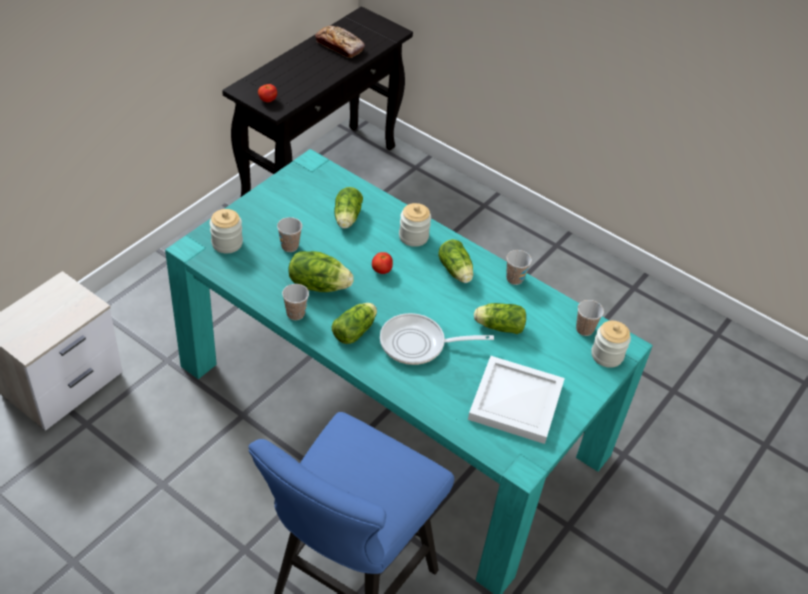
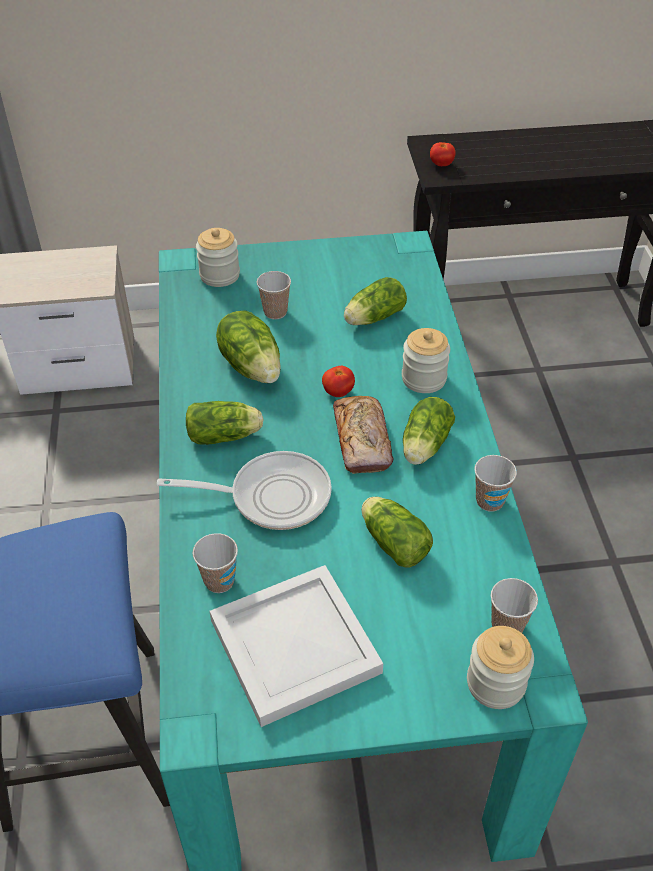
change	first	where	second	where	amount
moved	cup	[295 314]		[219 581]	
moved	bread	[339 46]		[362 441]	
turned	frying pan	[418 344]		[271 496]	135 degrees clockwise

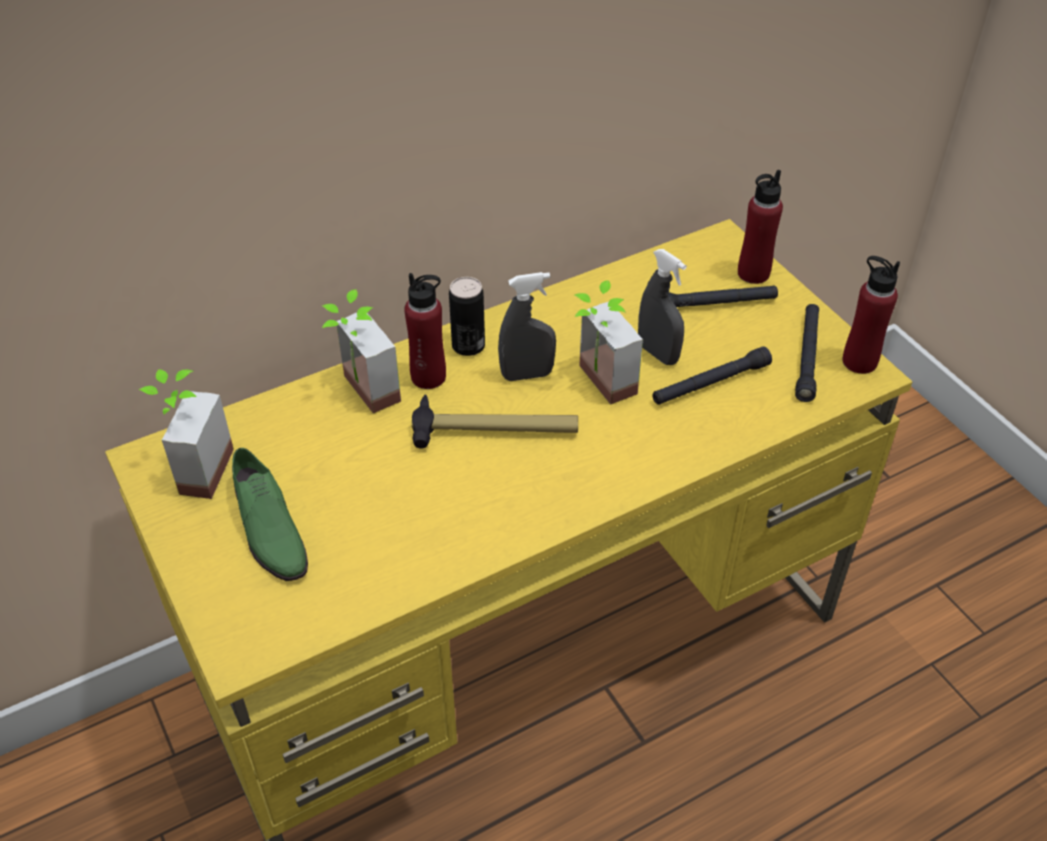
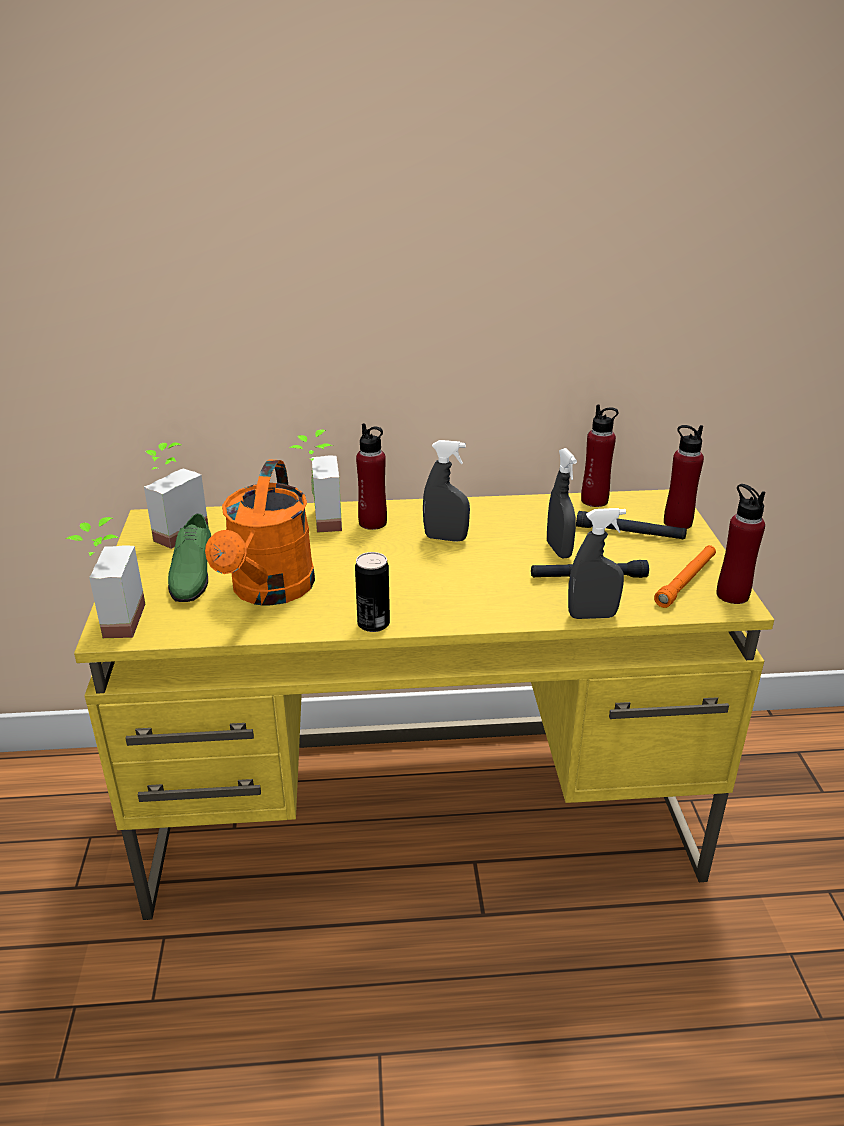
change	first	where	second	where	amount
removed	hammer	[495 430]			
moved	can	[468 346]		[373 624]	
moved	potted plant	[596 384]		[111 621]	
recoloured	black flashlight	[807 357]	orange flashlight	[686 581]	
added			orange watering can	[269 591]	
added			grey spray bottle	[592 616]	
added			red bottle	[594 500]	

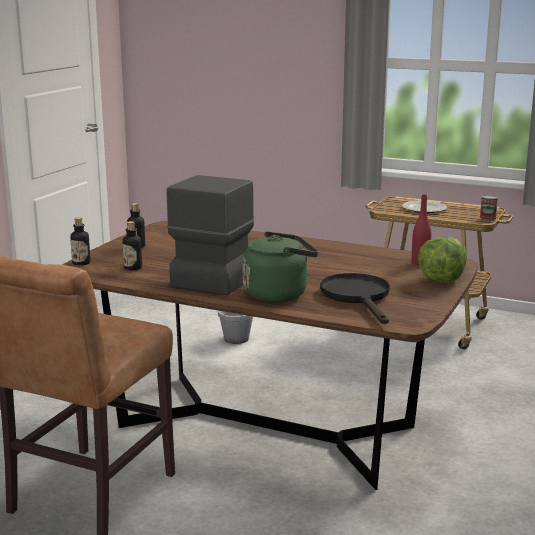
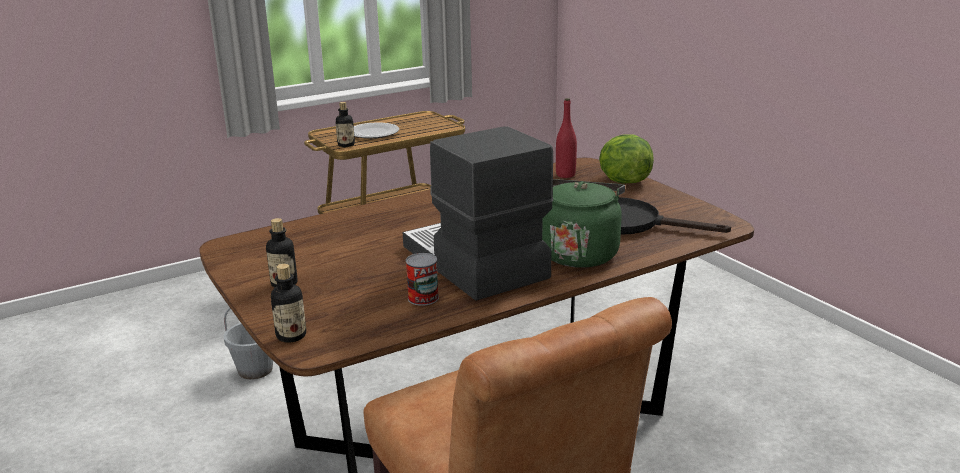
change	first	where	second	where	amount
moved	bottle	[133 268]		[346 145]	
moved	can	[488 218]		[423 298]	

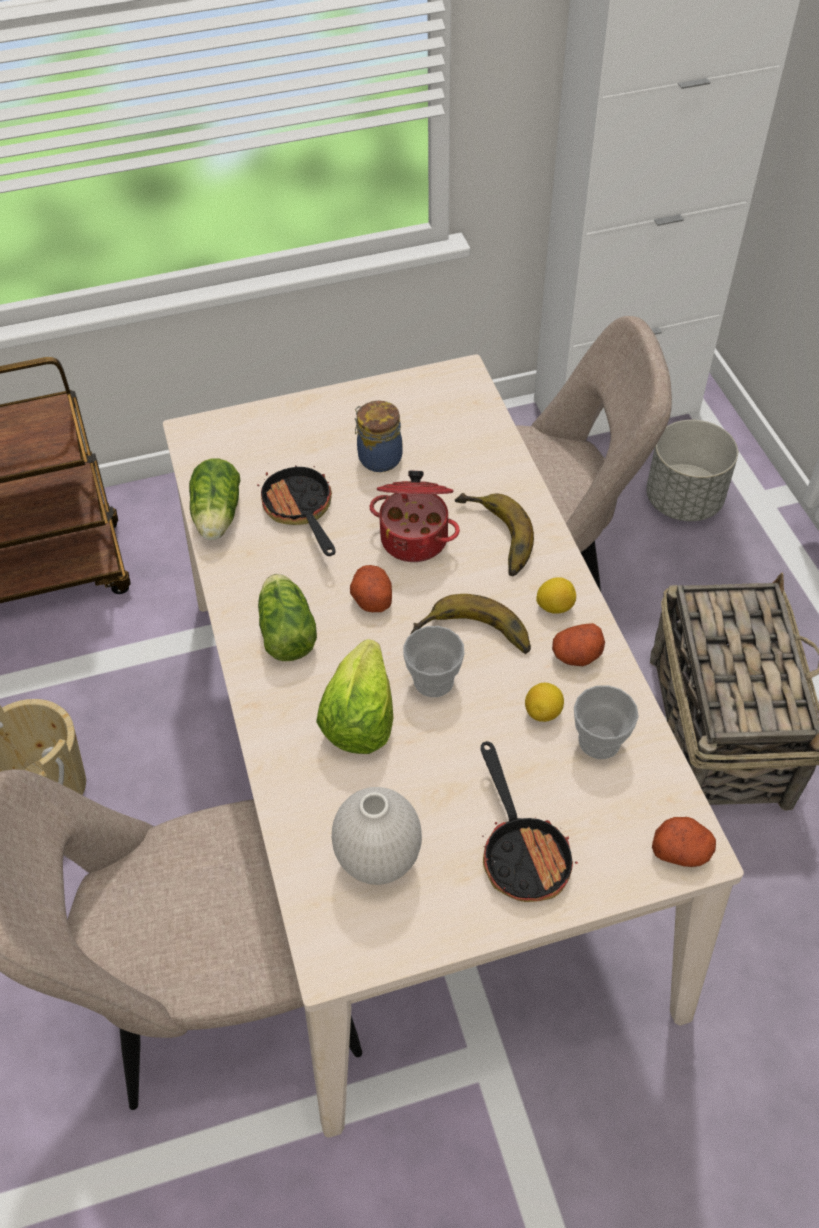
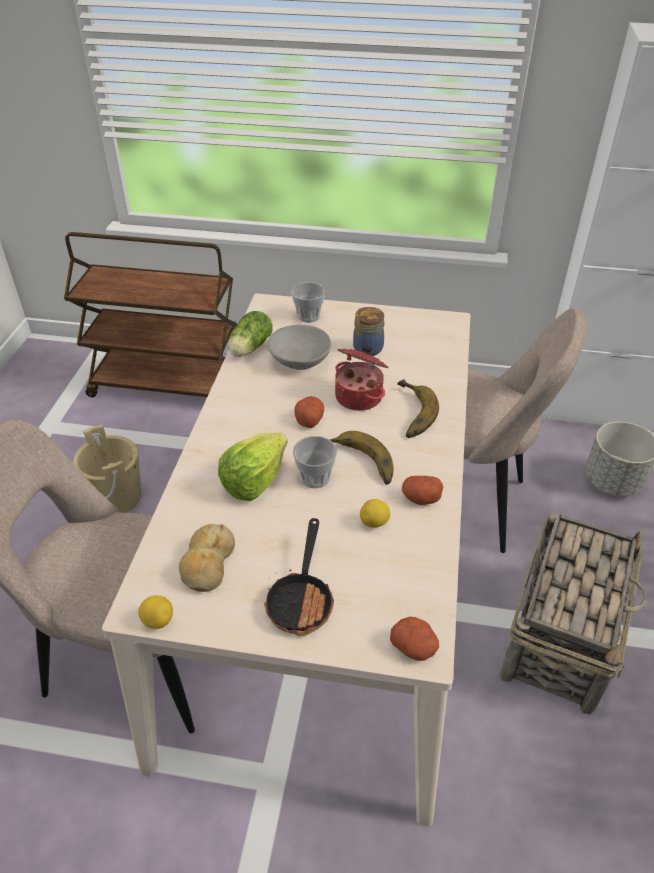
change	first	where	second	where	amount
replaced	frying pan	[301 511]	grey bowl	[299 361]	
removed	lettuce	[286 629]			
replaced	white vase	[379 859]	bread	[208 565]	
moved	lemon	[555 606]		[158 620]	
moved	cup	[599 741]		[308 316]	

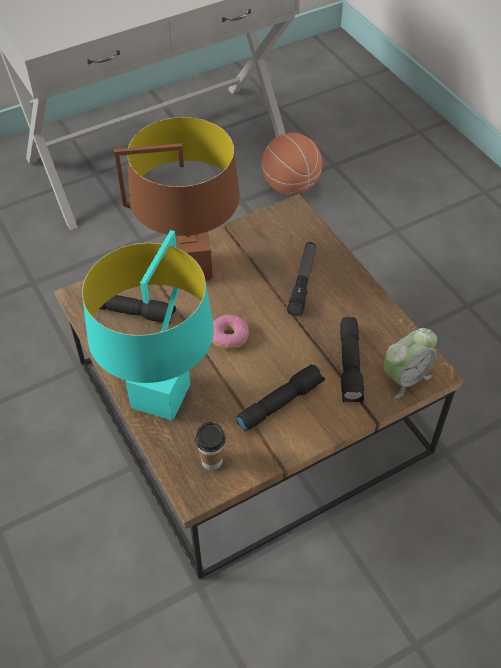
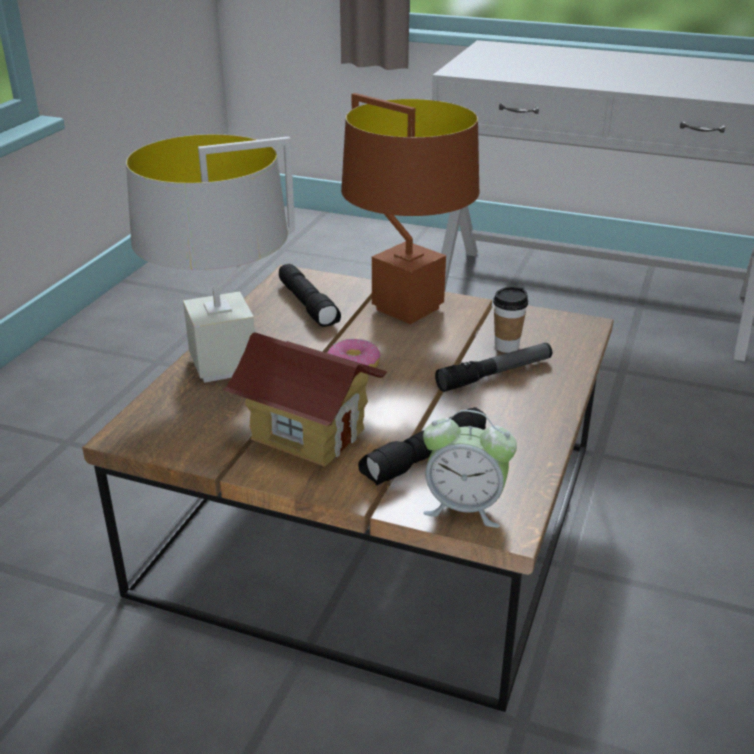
change	first	where	second	where	amount
recoloured	turquoise table lamp	[162 398]	grey table lamp	[224 365]	
moved	cup	[212 461]		[506 347]	
replaced	black flashlight	[280 402]	toy house	[308 434]	
removed	basketball	[290 186]			

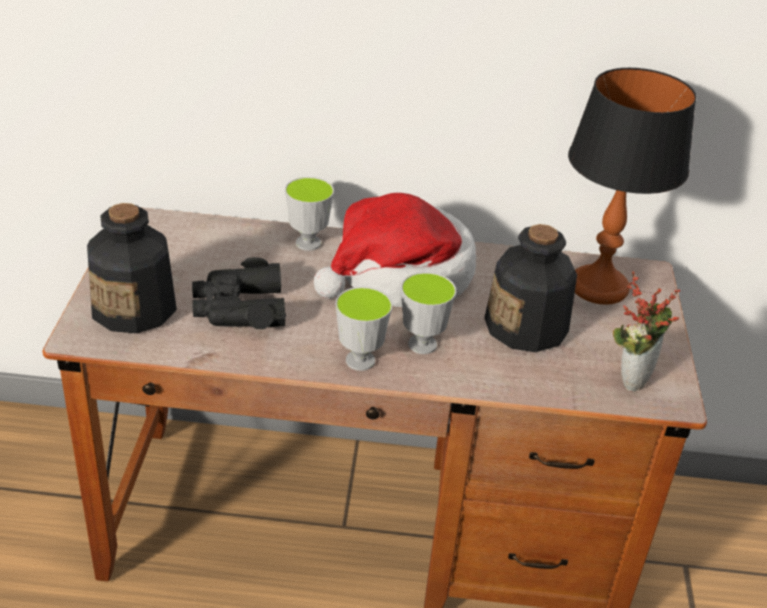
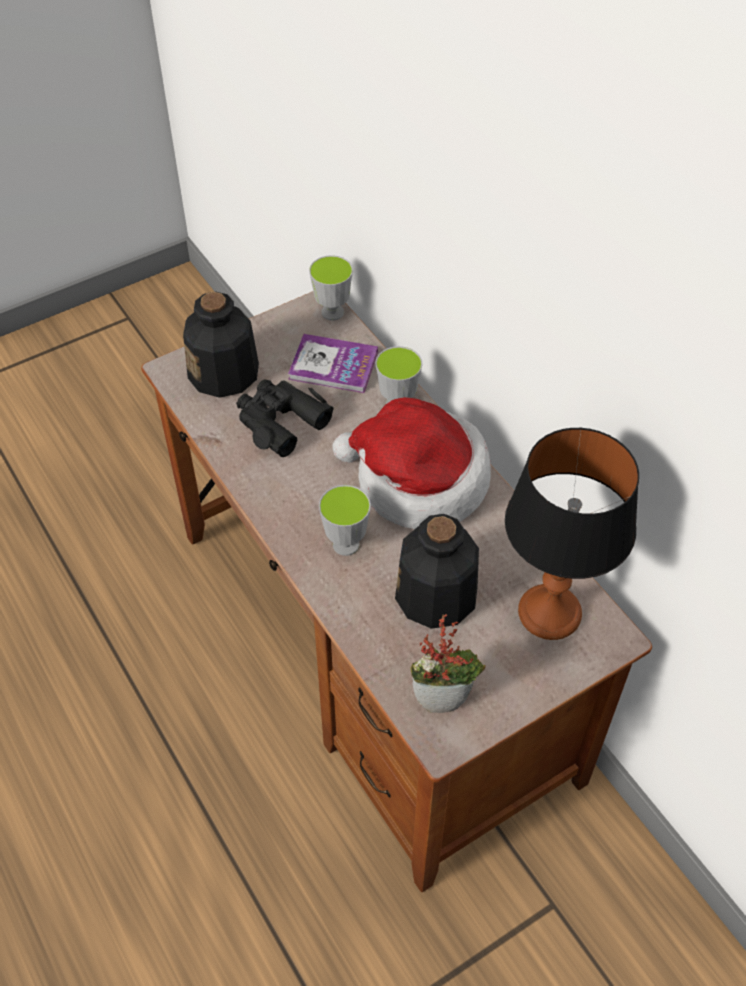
change	first	where	second	where	amount
moved	cup	[360 361]		[332 312]	
added			book	[333 365]	

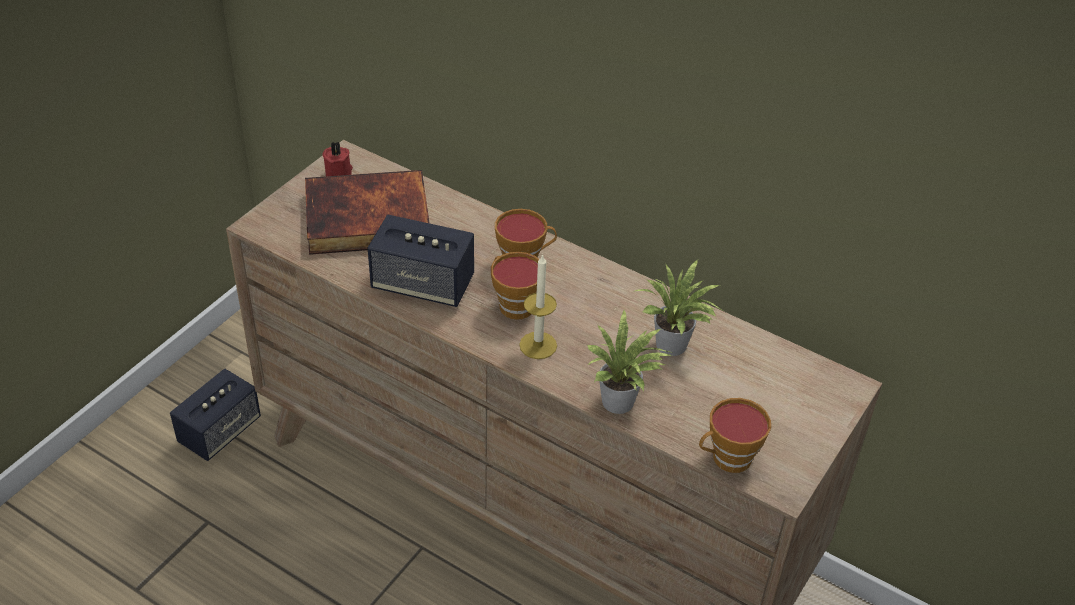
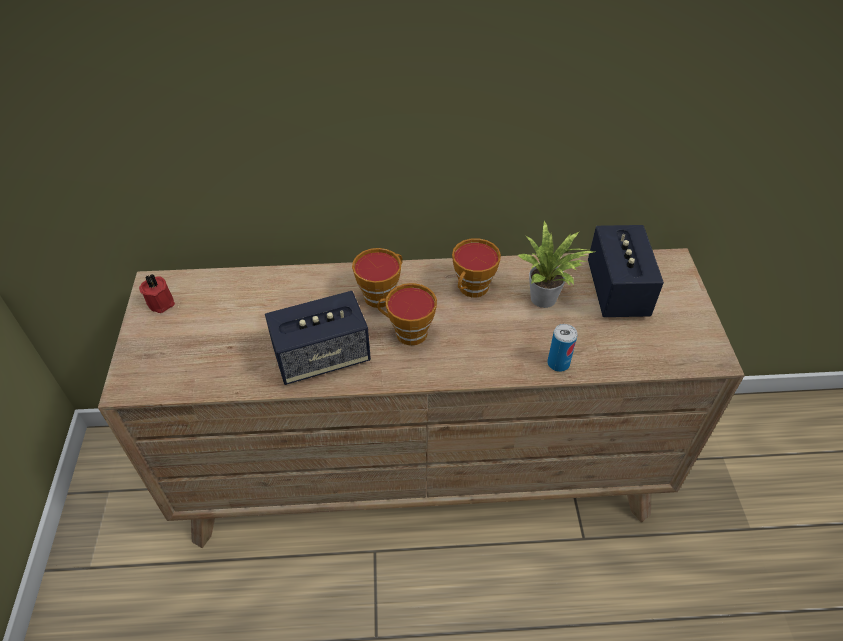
change	first	where	second	where	amount
moved	speaker	[220 431]		[617 291]	
removed	book	[366 220]			
removed	candle	[538 345]			
replaced	potted plant	[621 404]	can	[558 363]	
moved	cup	[727 459]		[472 289]	

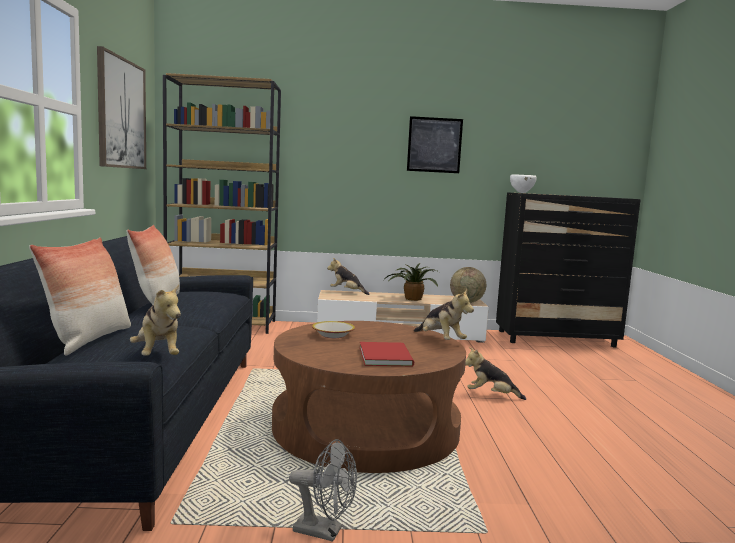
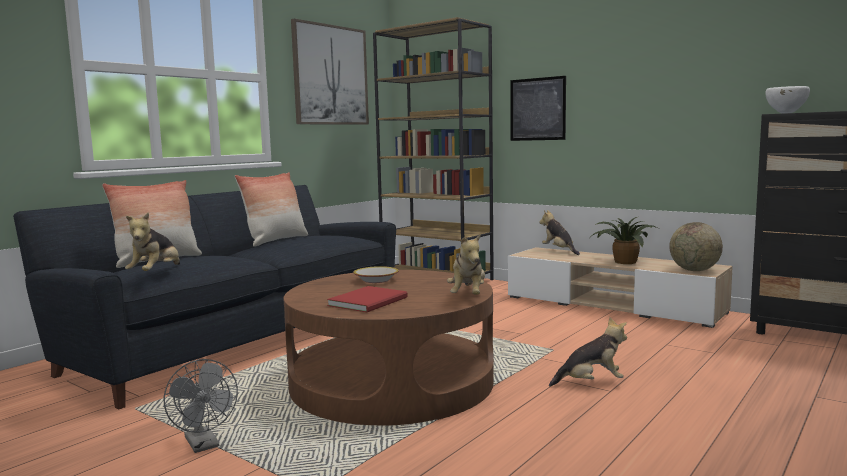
change	first	where	second	where	amount
moved	picture	[434 145]		[537 109]	
turned	plush toy	[491 395]		[591 383]	120 degrees clockwise

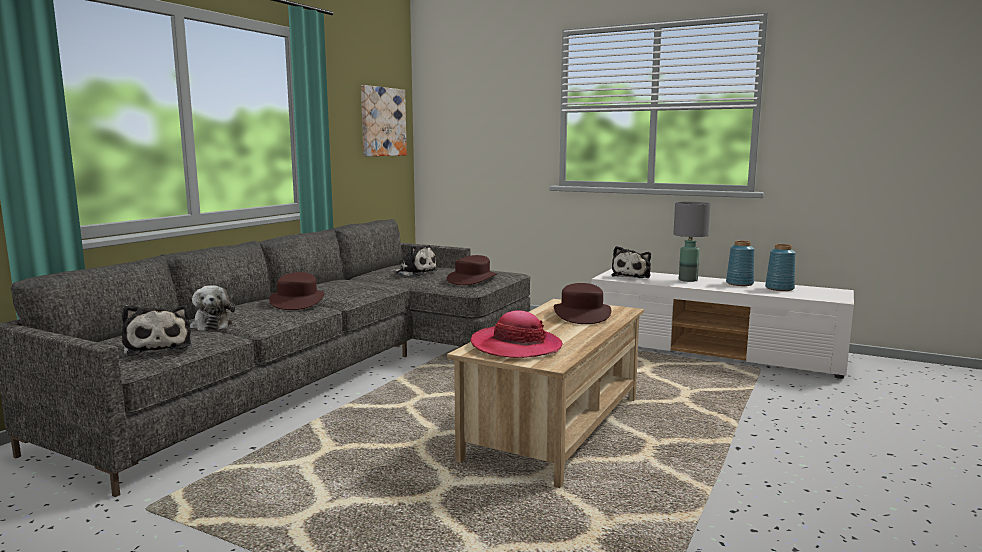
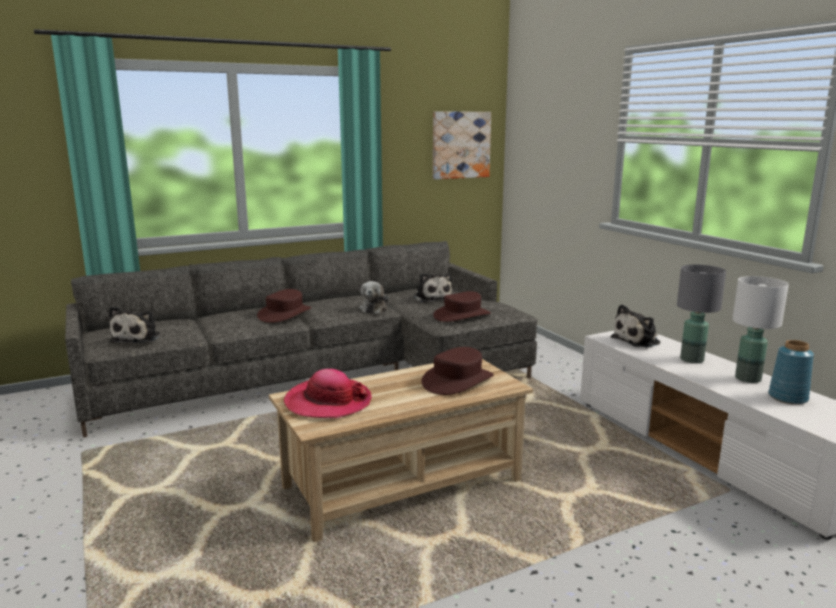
change	first	where	second	where	amount
moved	plush toy	[211 324]		[374 309]	
replaced	blue vase	[740 284]	white table lamp	[748 379]	

